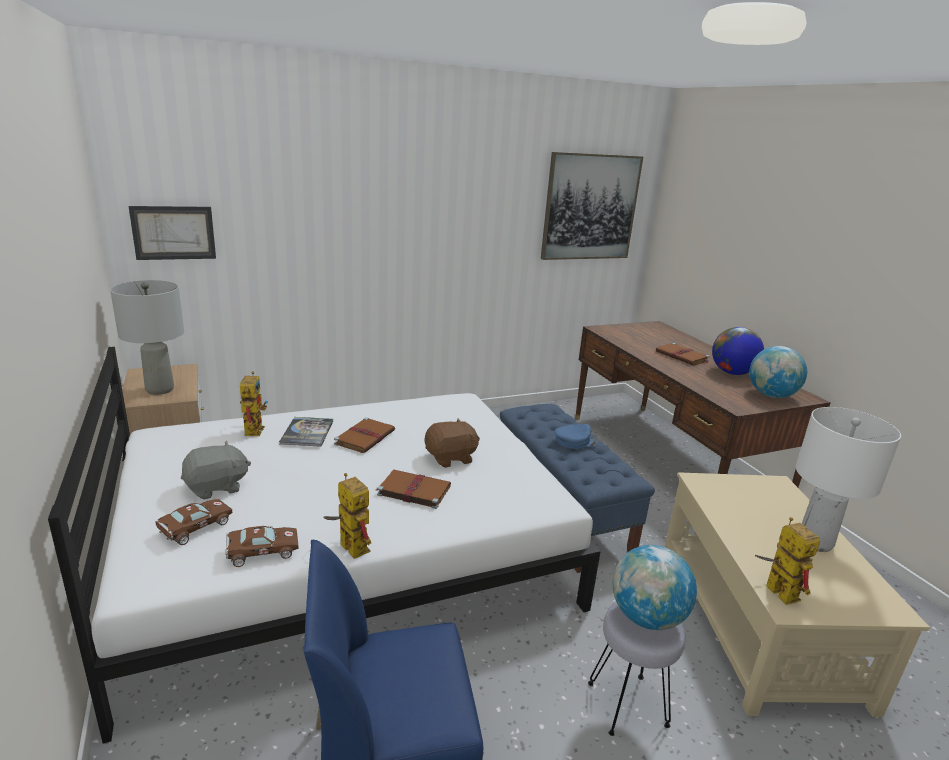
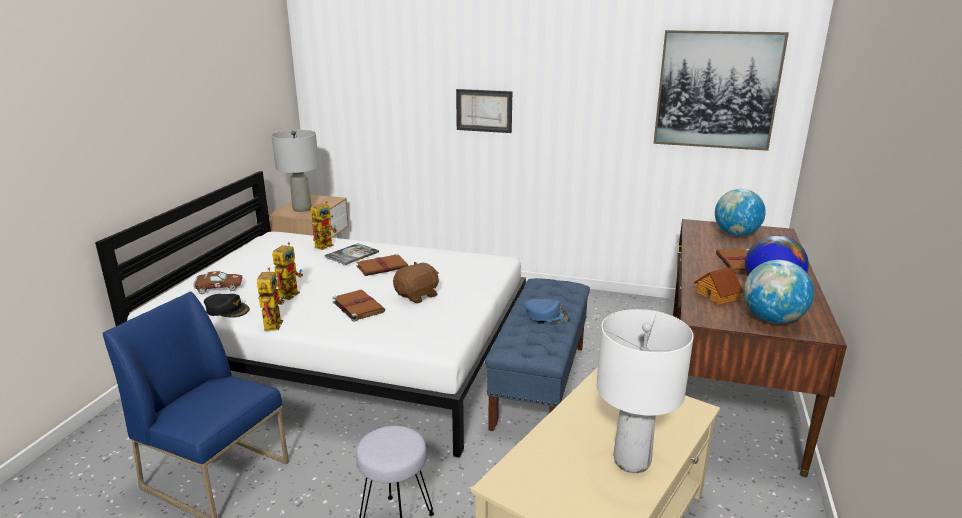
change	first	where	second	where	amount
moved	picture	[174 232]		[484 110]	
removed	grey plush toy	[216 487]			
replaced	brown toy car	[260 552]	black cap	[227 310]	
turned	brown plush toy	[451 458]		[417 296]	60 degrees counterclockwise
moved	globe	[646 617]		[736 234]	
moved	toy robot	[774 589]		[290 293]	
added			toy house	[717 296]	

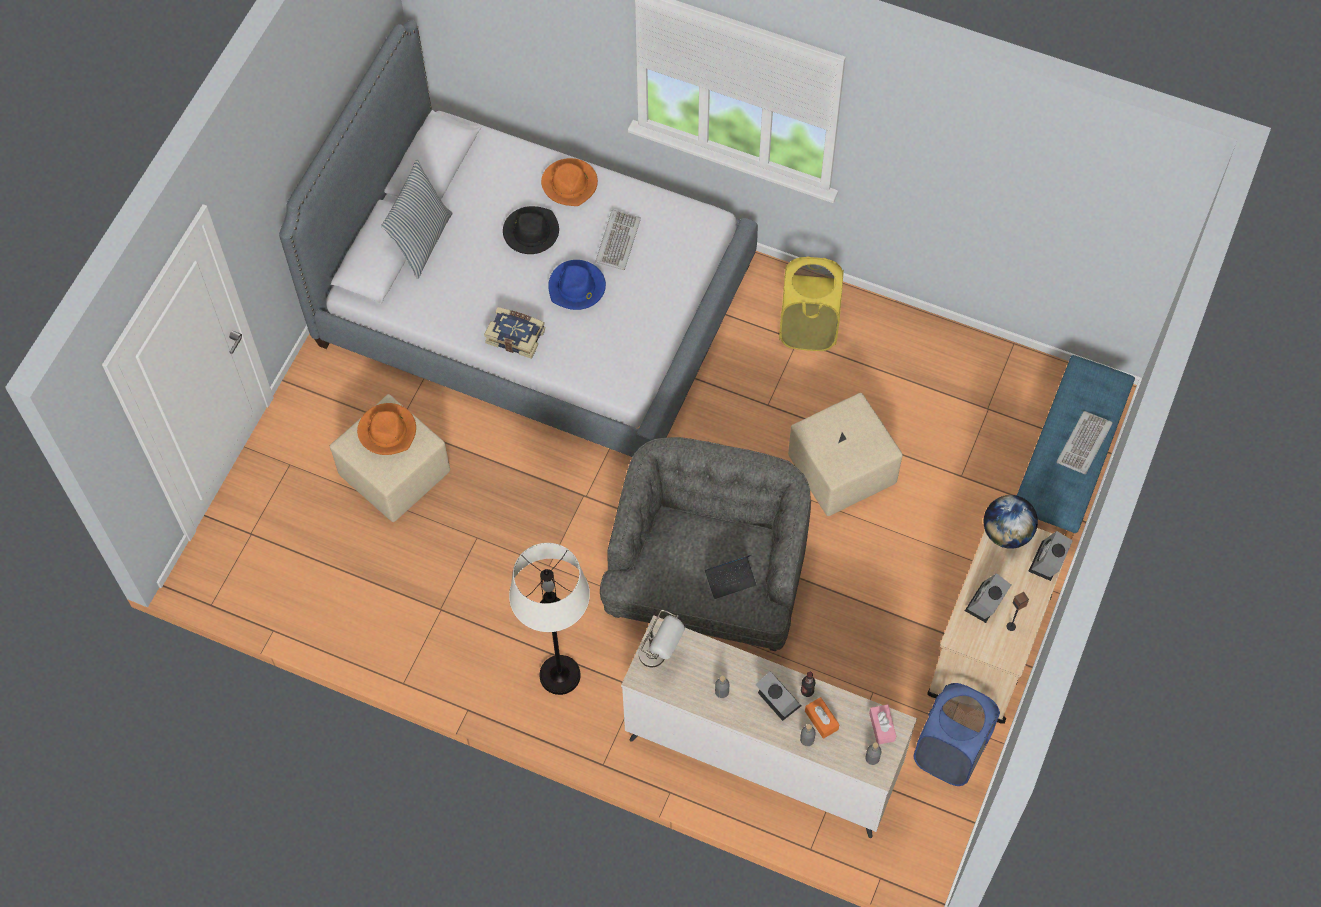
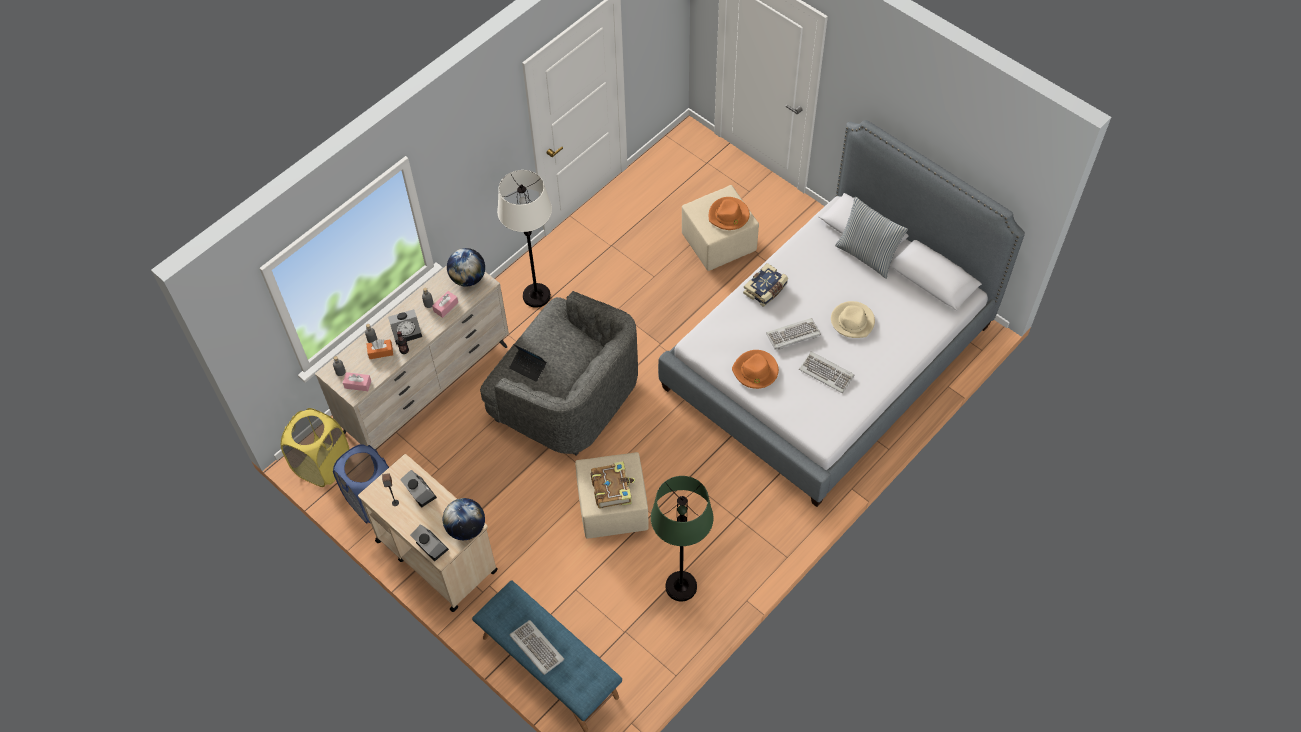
change	first	where	second	where	amount
recoloured	black hat	[531 232]	beige hat	[852 321]	
moved	orange hat	[570 184]		[755 371]	
replaced	blue hat	[577 287]	keyboard	[793 335]	
replaced	grey table lamp	[661 658]	globe	[468 278]	
turned	laptop	[730 580]		[528 367]	60 degrees counterclockwise
moved	yellow laundry basket	[808 328]		[323 465]	
added			pink tissue box	[446 307]	
added			book	[612 488]	
added			green floor lamp	[681 587]	

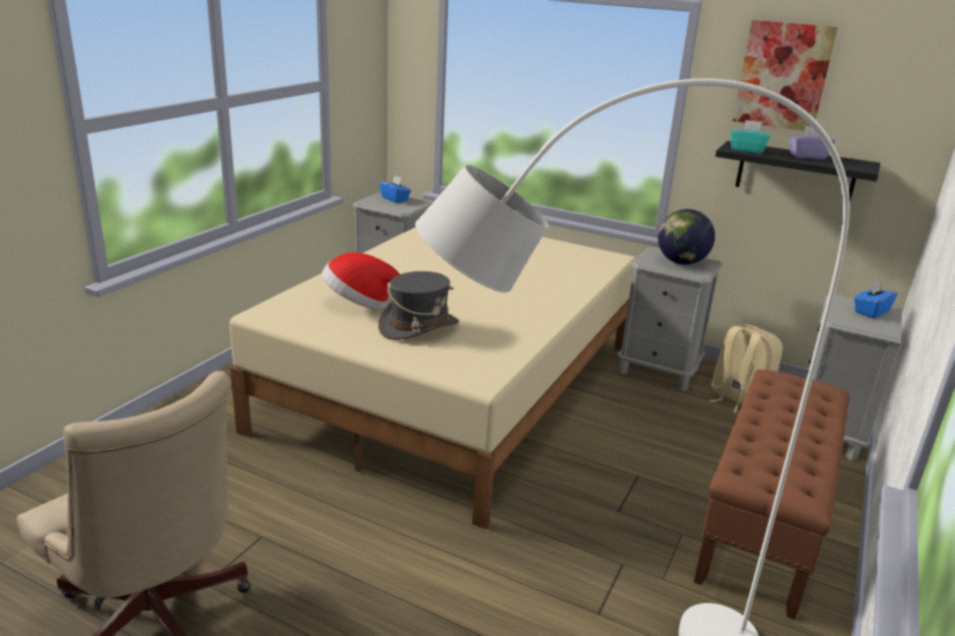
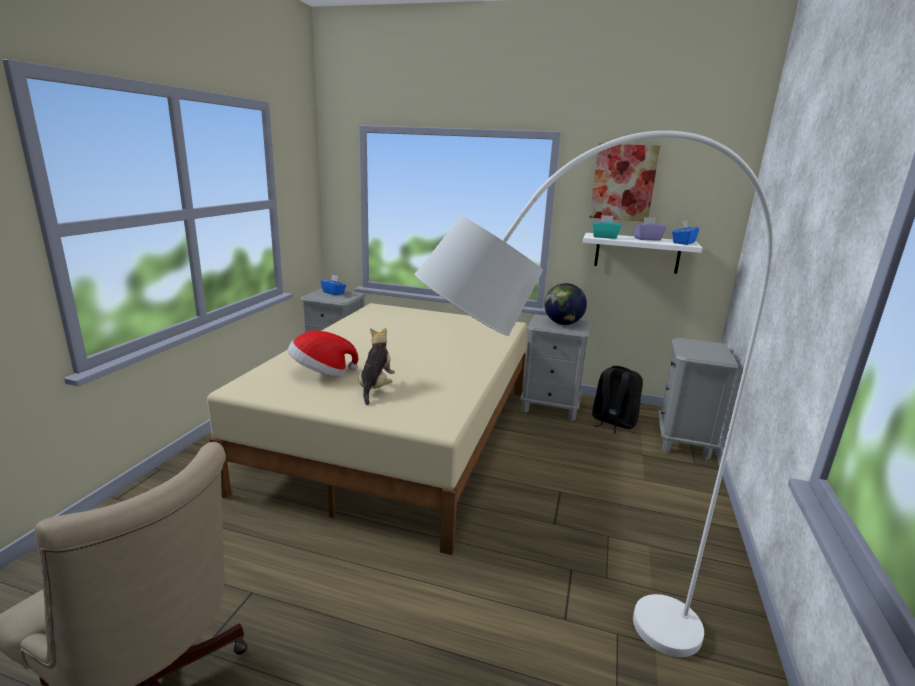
change	first	where	second	where	amount
replaced	grey hat	[419 327]	plush toy	[376 388]	
removed	brown bench	[764 524]			
recoloured	beige backpack	[737 398]	black backpack	[612 422]	
recoloured	black shelf	[795 173]	white shelf	[637 253]	
moved	blue tissue box	[870 311]		[683 243]	

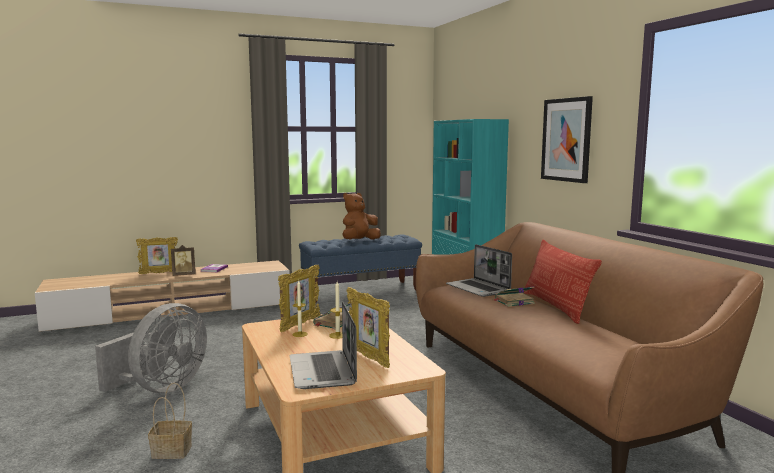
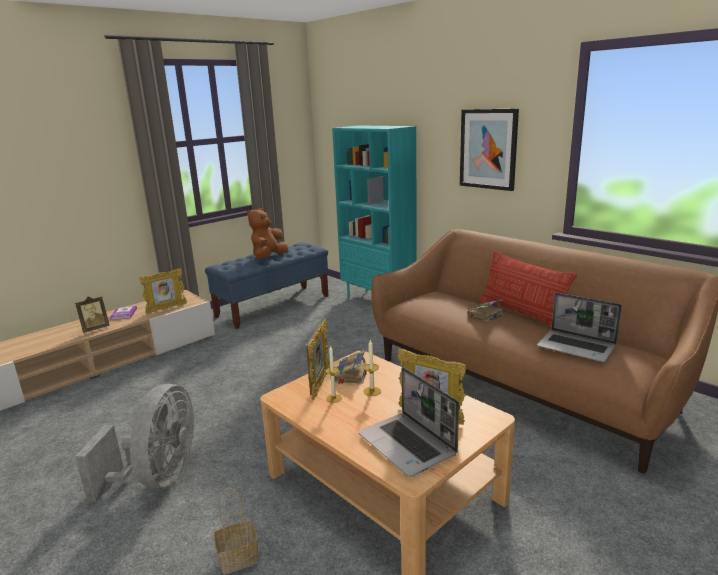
change	first	where	second	where	amount
moved	picture frame	[159 273]		[166 309]	
moved	laptop	[479 289]		[577 347]	

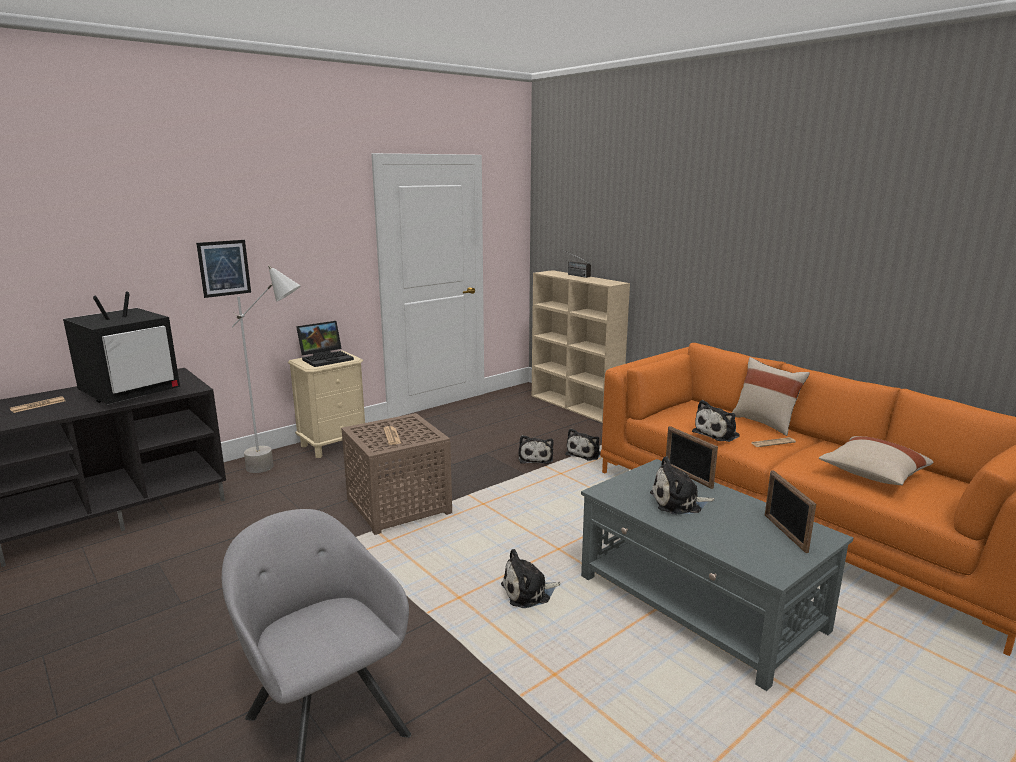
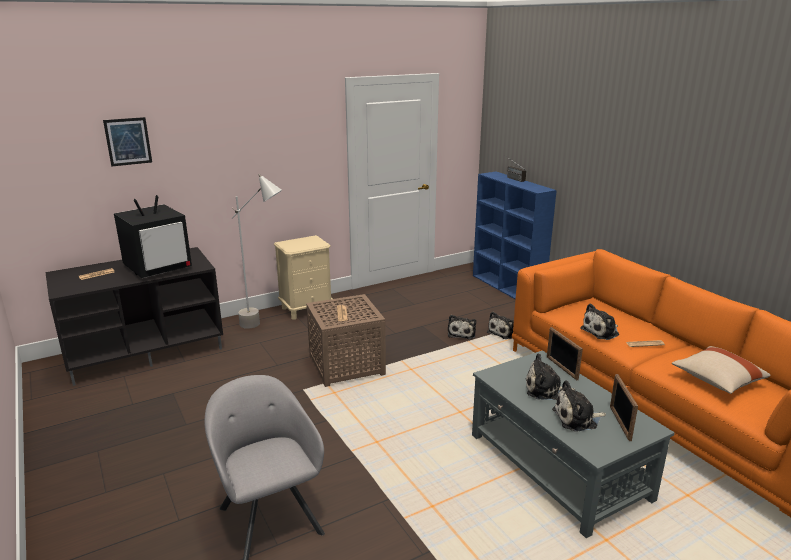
change	first	where	second	where	amount
moved	picture	[224 268]		[128 141]	
removed	laptop	[327 358]			
moved	plush toy	[528 592]		[577 418]	
recoloured	beige bookcase	[576 406]	blue bookcase	[507 288]	
removed	beige pillow	[765 423]			

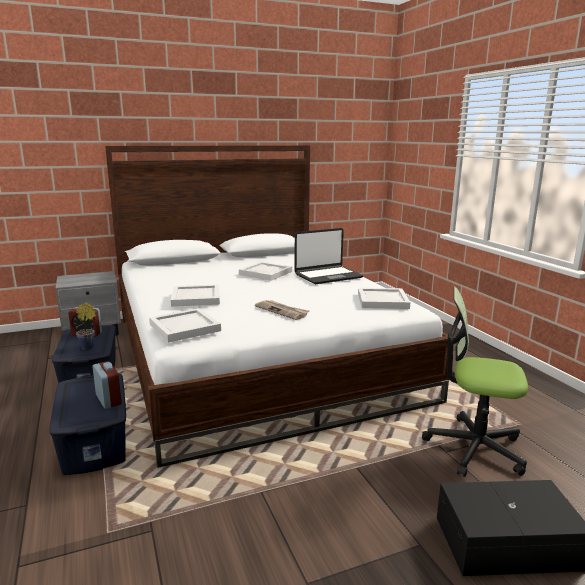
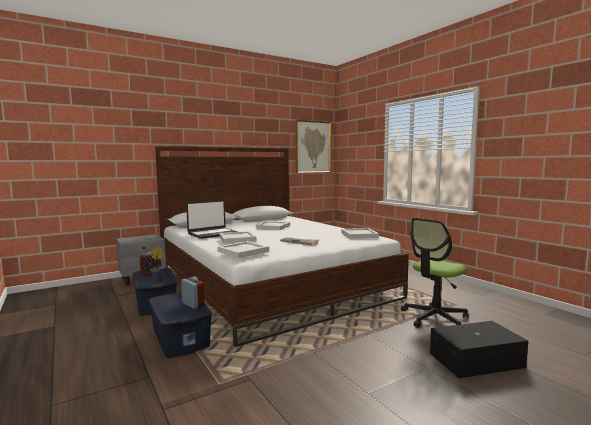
change	first	where	second	where	amount
moved	laptop	[327 276]		[212 234]	
turned	office chair	[474 448]		[434 318]	45 degrees counterclockwise
added			picture	[313 147]	

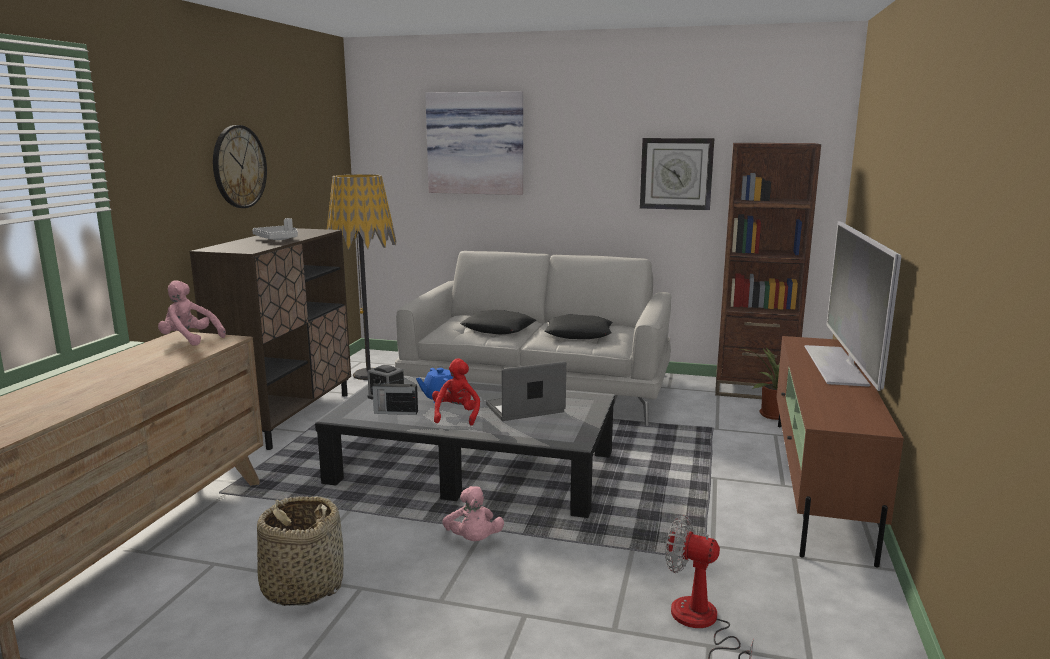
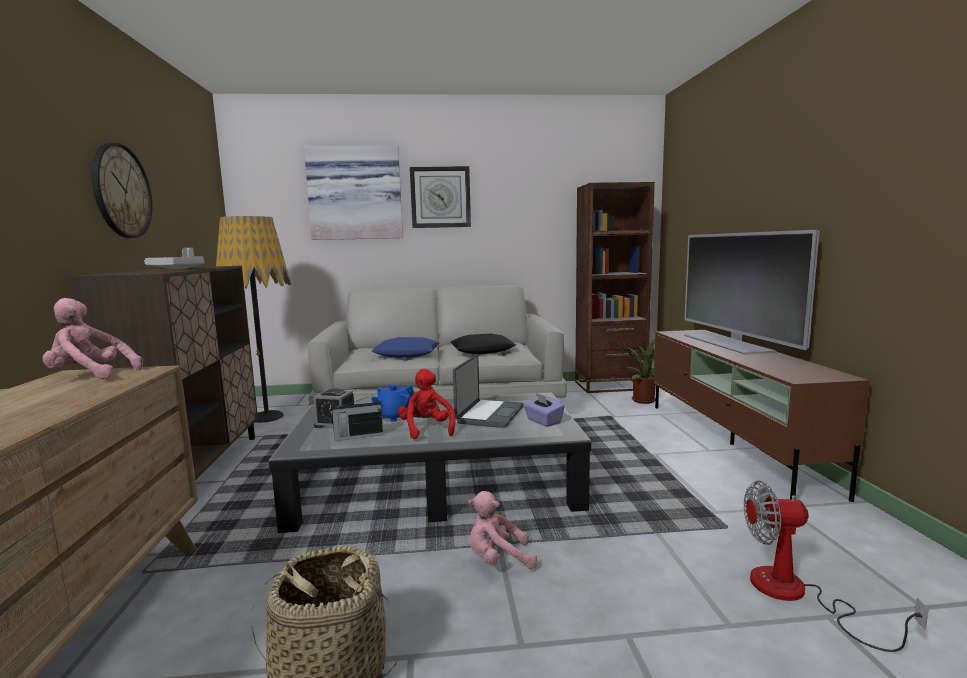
change	first	where	second	where	amount
turned	pink plush toy	[473 540]		[498 560]	120 degrees clockwise
recoloured	black pillow	[498 329]	blue pillow	[407 354]	
turned	laptop	[525 409]		[489 414]	150 degrees clockwise
moved	wall clock	[676 173]		[440 197]	
added			purple tissue box	[543 421]	

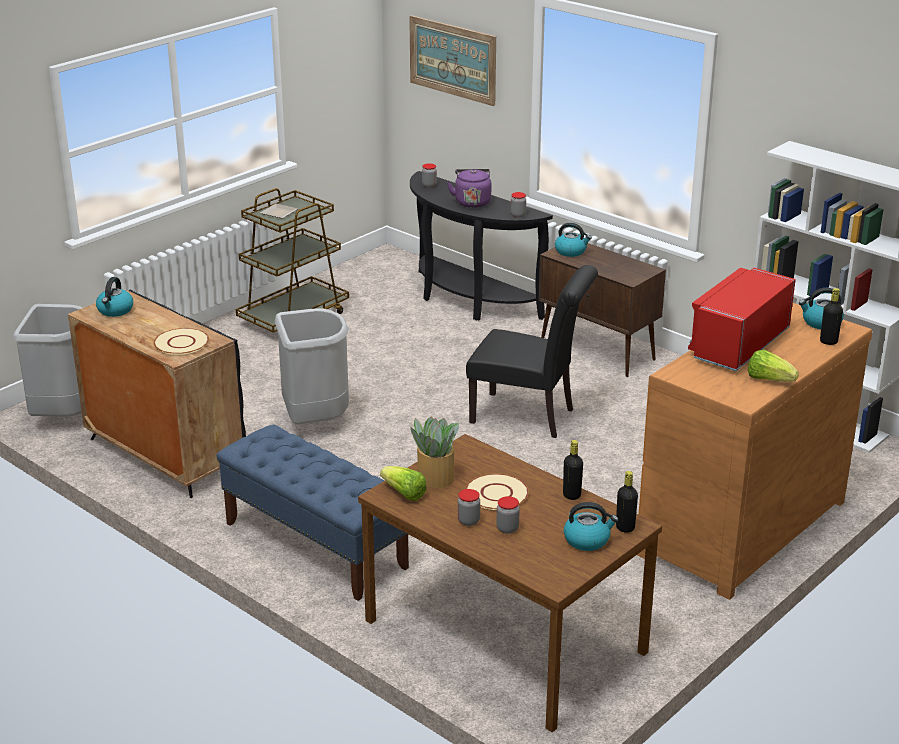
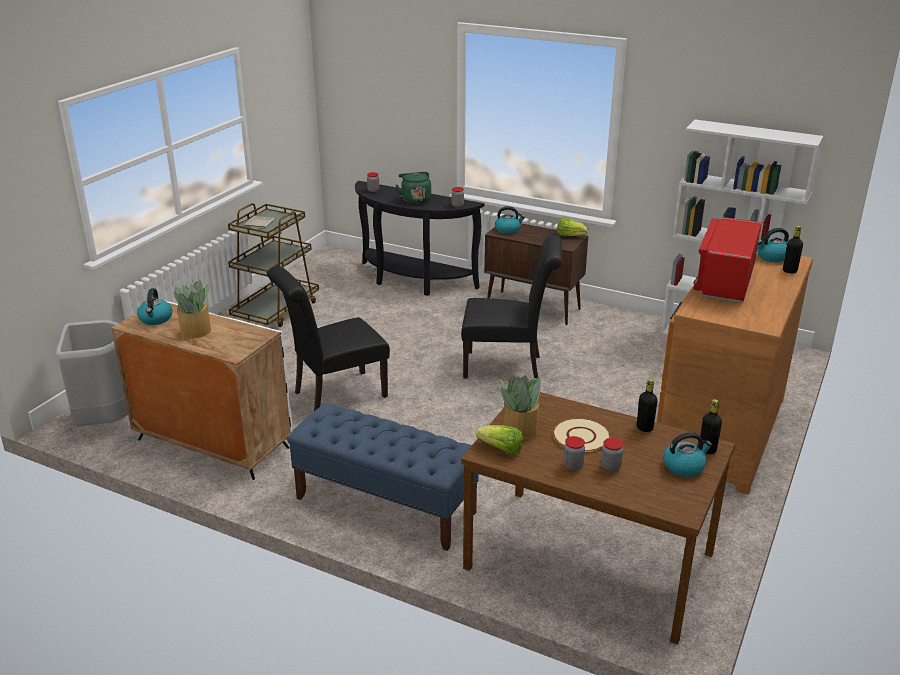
change	first	where	second	where	amount
recoloured	black cabinet	[164 454]	white cabinet	[212 443]	
removed	beige plate	[181 342]			
replaced	grey trash can	[315 422]	black chair	[334 395]	
removed	picture	[452 59]			
recoloured	purple kettle	[472 202]	green kettle	[415 199]	
moved	lettuce	[769 379]		[570 236]	
added			potted plant	[196 331]	

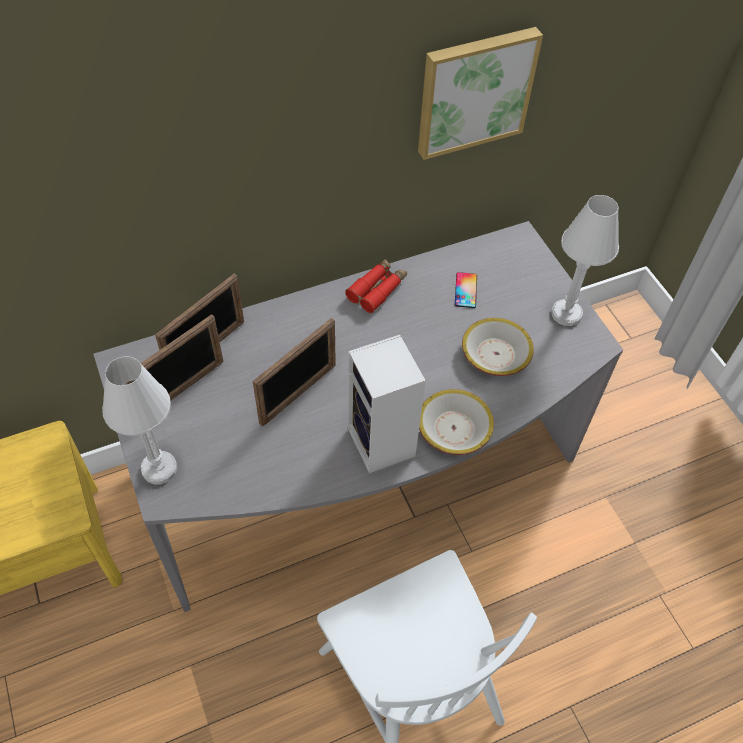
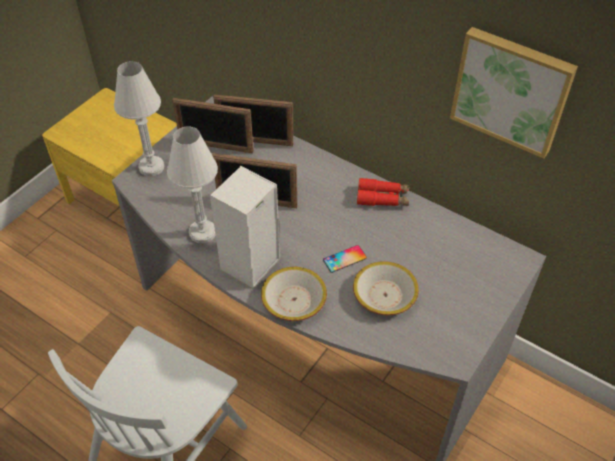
change	first	where	second	where	amount
moved	phone	[466 290]		[344 259]	
moved	white table lamp	[566 314]		[202 233]	

